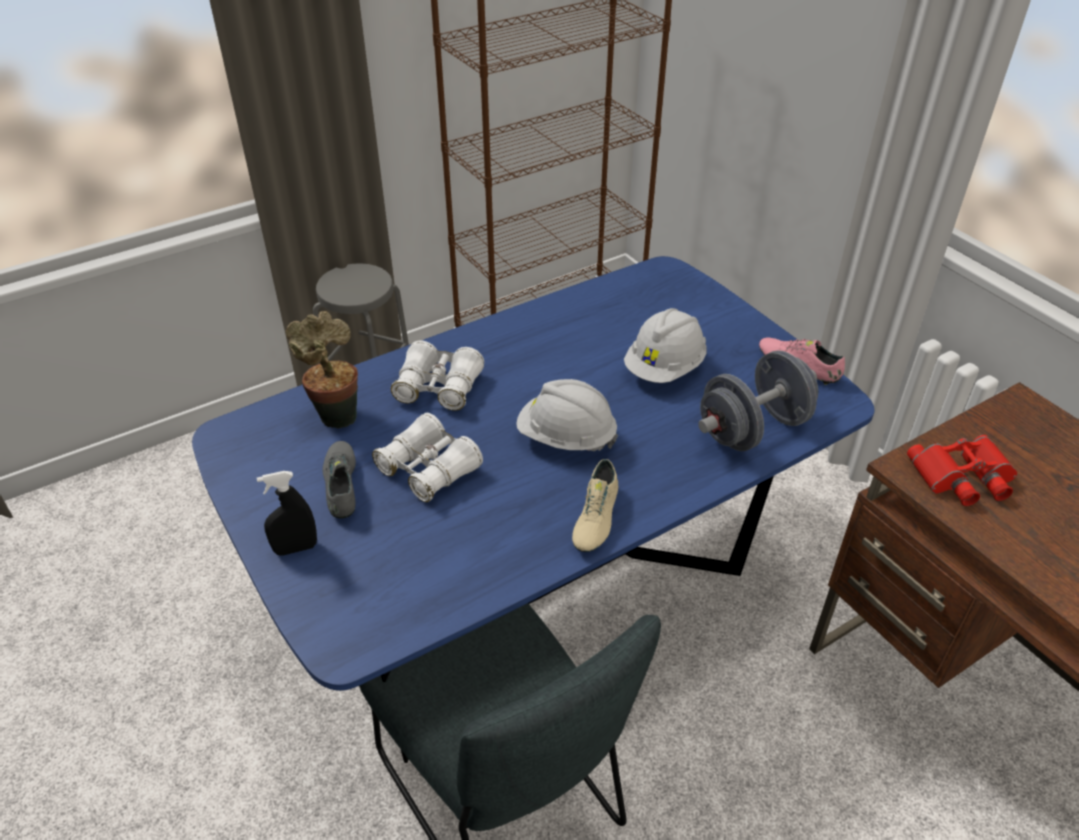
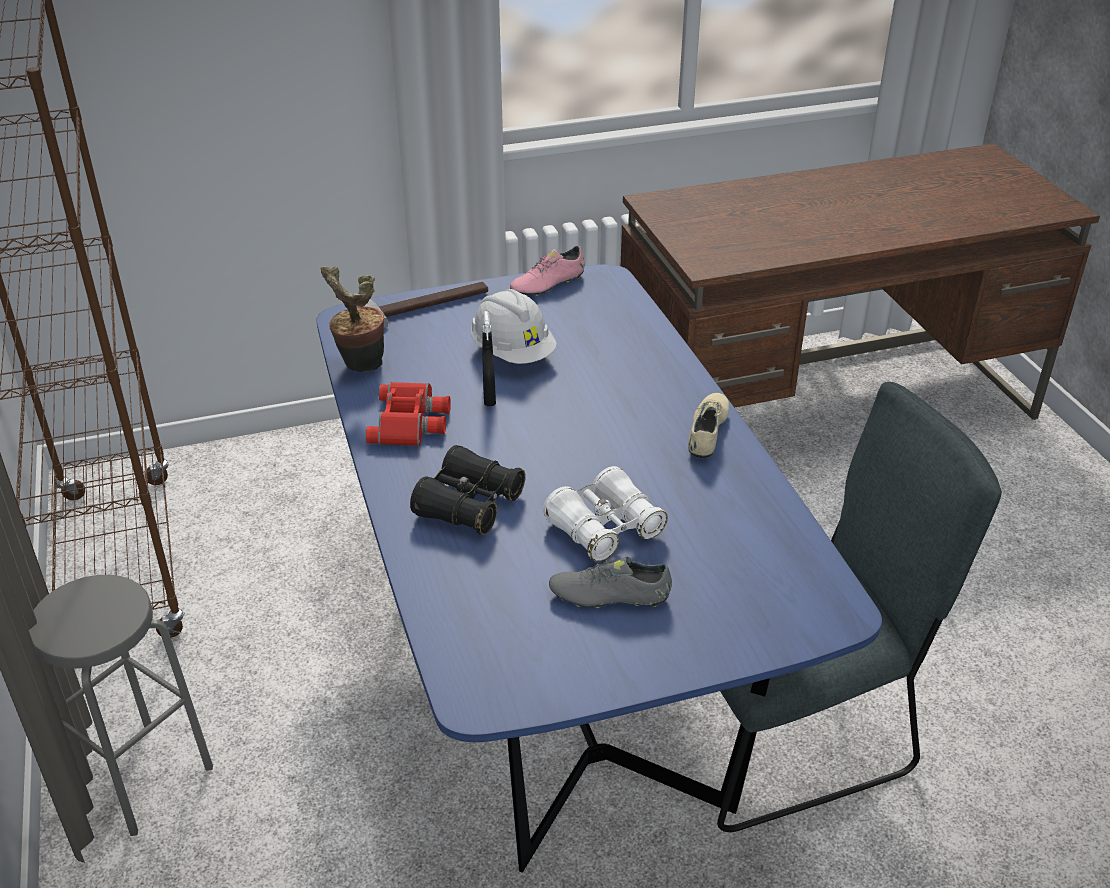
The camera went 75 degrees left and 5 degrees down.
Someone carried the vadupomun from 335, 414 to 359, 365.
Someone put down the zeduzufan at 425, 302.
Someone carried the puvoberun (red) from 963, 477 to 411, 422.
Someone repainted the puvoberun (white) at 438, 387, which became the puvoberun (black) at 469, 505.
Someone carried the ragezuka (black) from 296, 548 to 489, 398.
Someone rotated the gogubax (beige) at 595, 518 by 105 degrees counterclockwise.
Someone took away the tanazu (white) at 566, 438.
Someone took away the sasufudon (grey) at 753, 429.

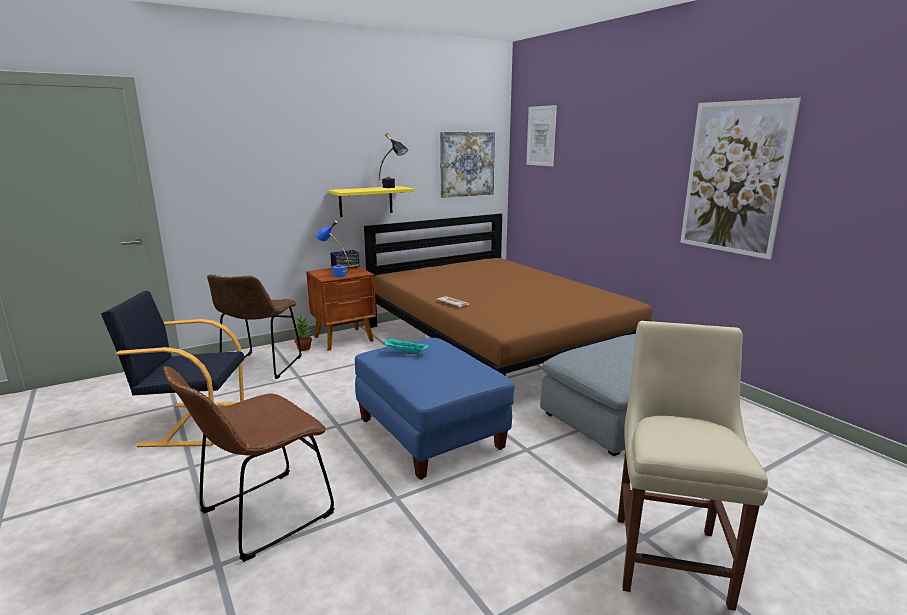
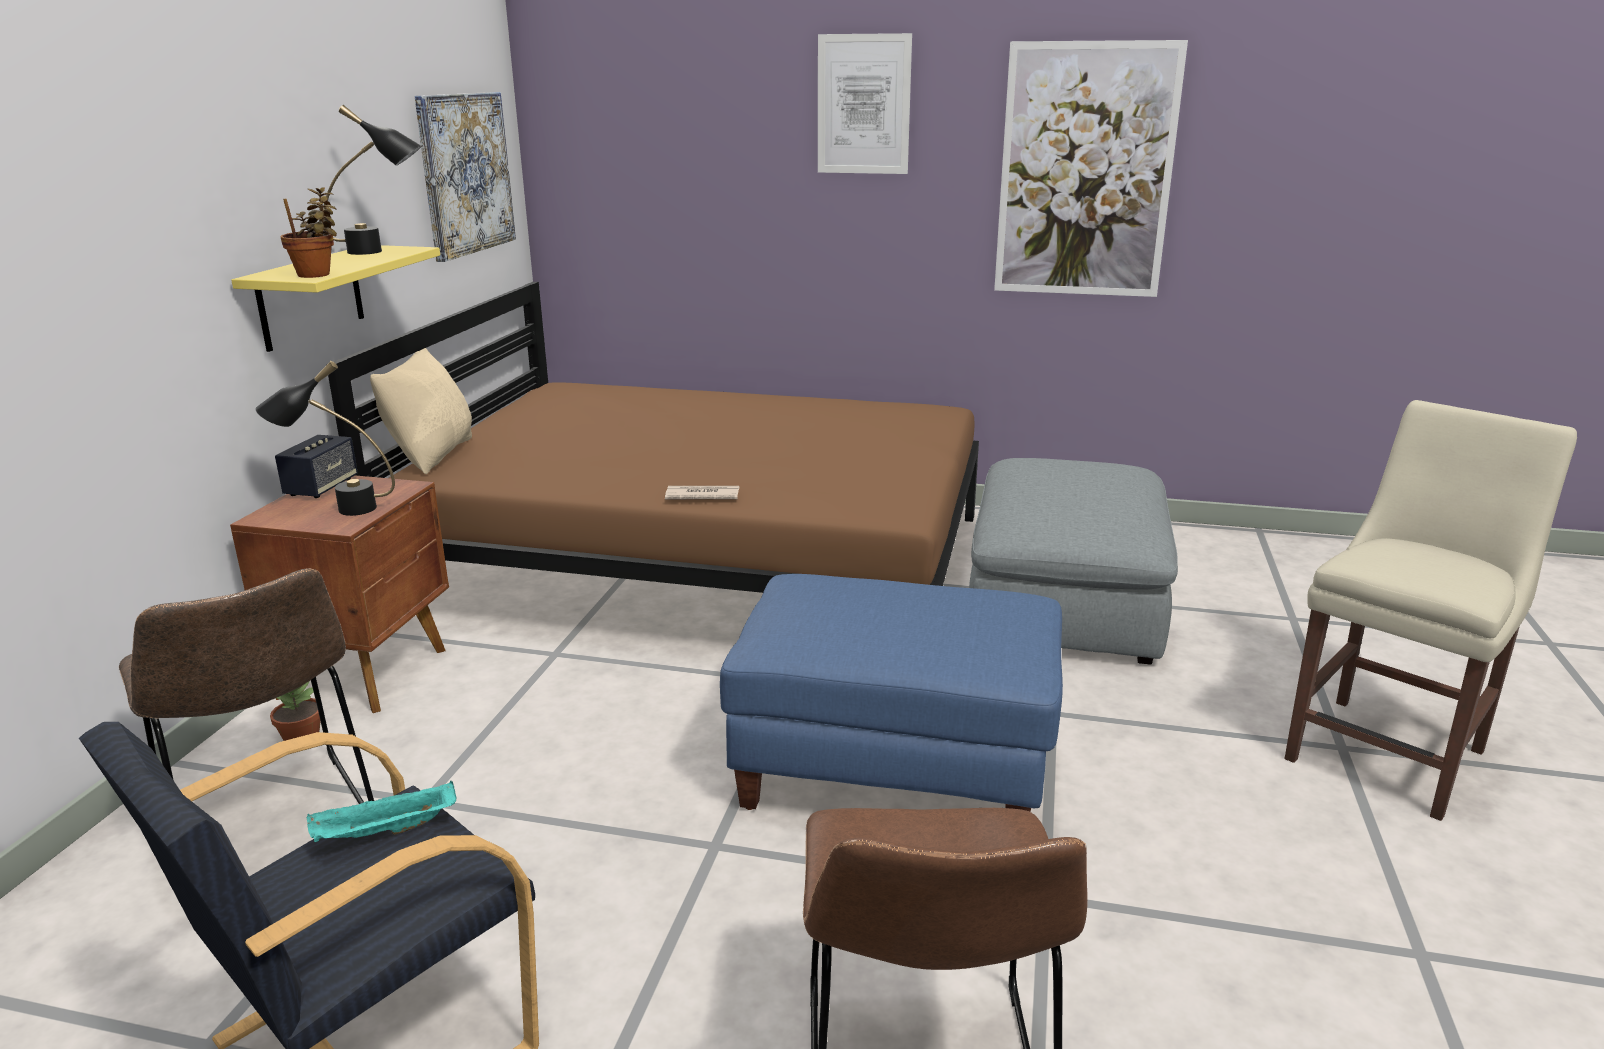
The camera went 45 degrees left and 5 degrees up.
Someone repainted the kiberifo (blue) at 335, 274, which became the kiberifo (black) at 338, 510.
Someone put down the vadupomun at 317, 275.
Someone carried the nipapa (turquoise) from 405, 352 to 385, 832.
Someone put down the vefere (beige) at 432, 455.
Someone carried the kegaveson from 541, 136 to 863, 105.
Someone rotated the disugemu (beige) at 670, 554 by 75 degrees clockwise.

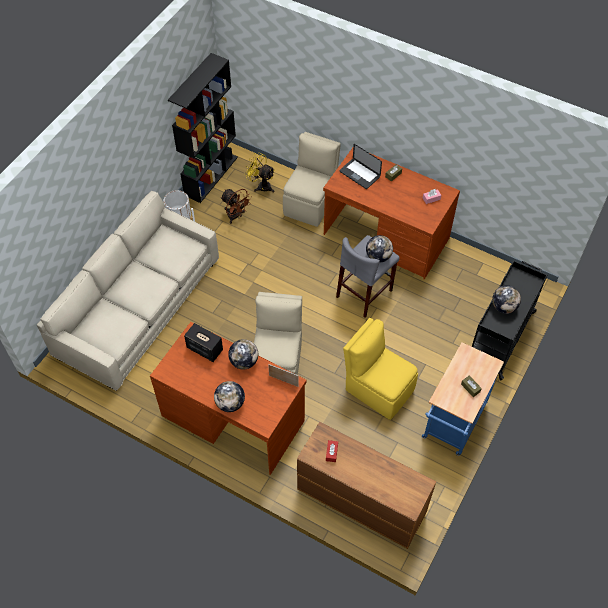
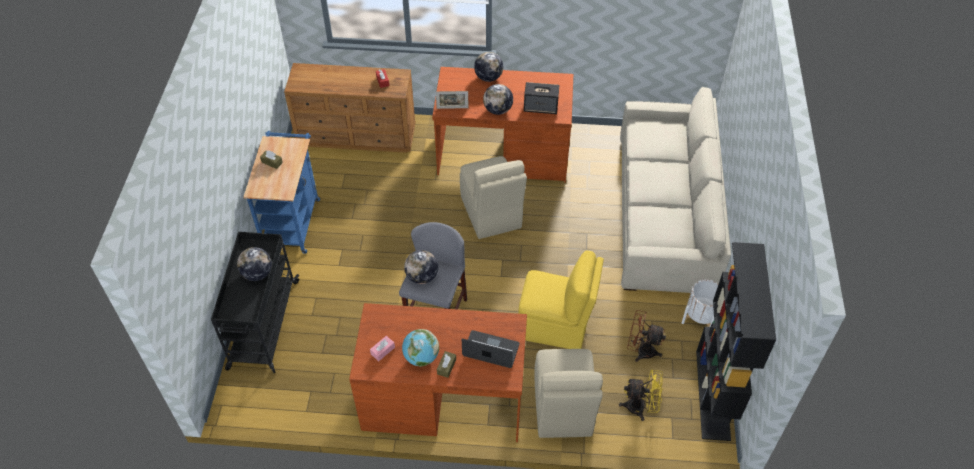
The camera went 155 degrees right and 5 degrees down.
Someone put down the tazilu at 421, 357.
Someone carried the disugemu (yellow) from 378, 389 to 555, 325.

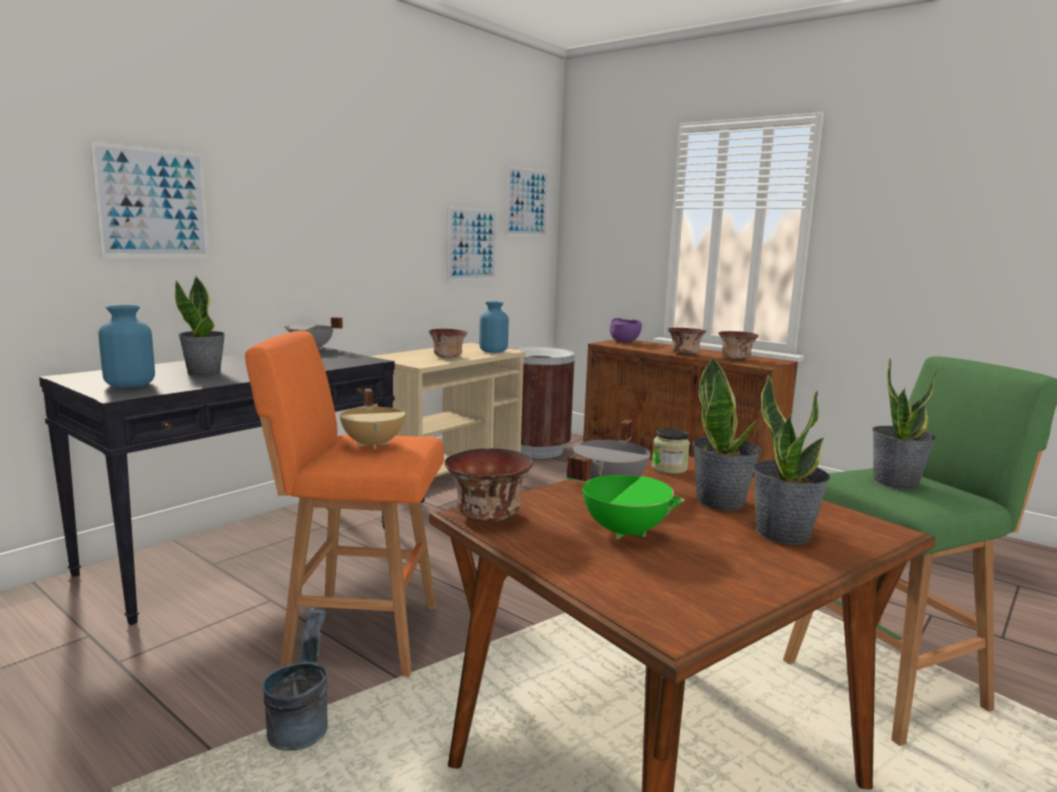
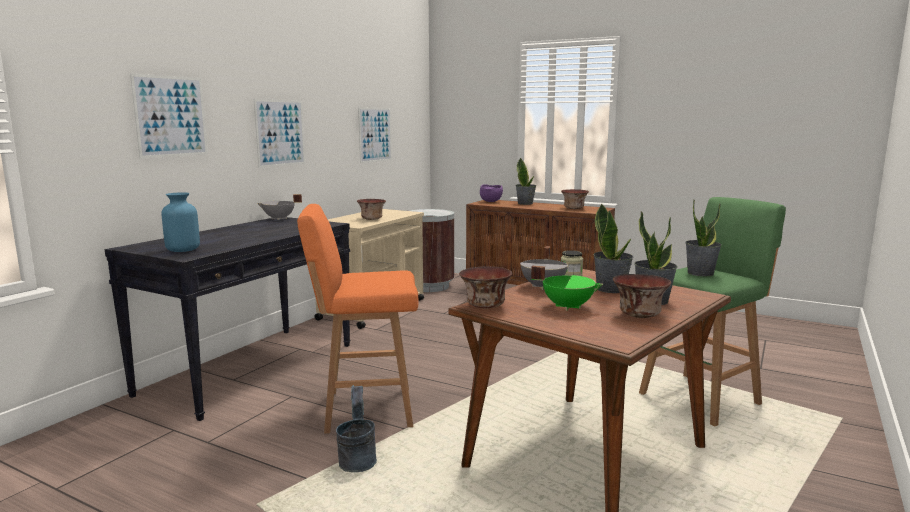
The camera went 10 degrees left and 0 degrees up.
Someone carried the kegaveson from 527, 202 to 280, 133.
Someone carried the vadupomun from 204, 372 to 525, 203.
Someone carried the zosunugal from 684, 354 to 639, 315.
Someone took away the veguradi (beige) at 374, 444.
Someone took away the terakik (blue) at 493, 351.

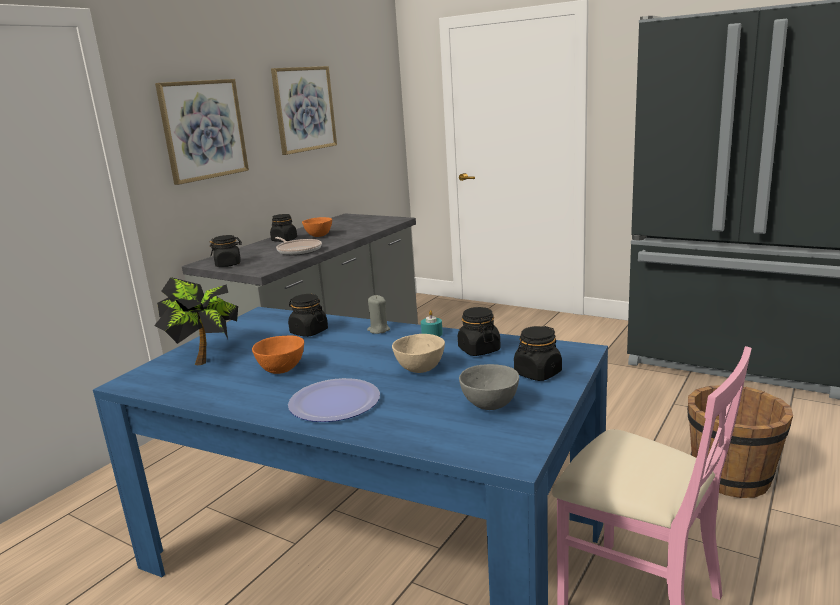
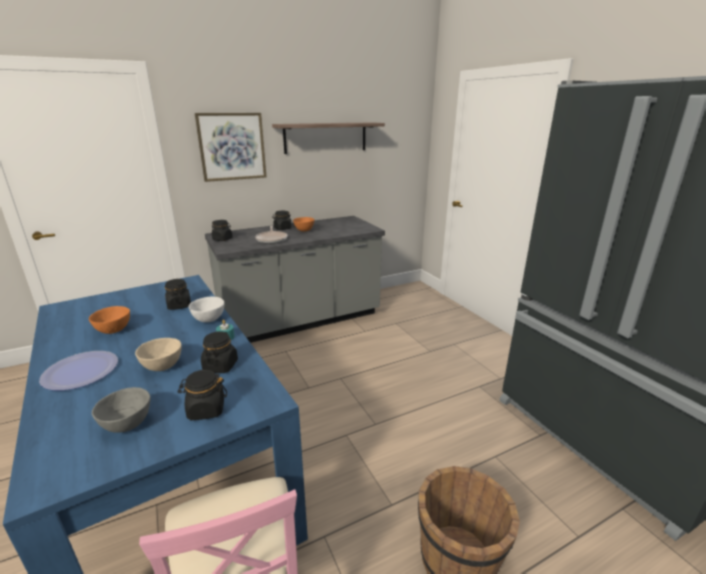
The camera went 30 degrees right and 5 degrees up.
Someone swapped the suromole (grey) at 378, 330 for the zosunugal (white) at 209, 320.
Someone swapped the kegaveson at 304, 109 for the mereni at 325, 137.
Someone took away the vadupomun at 205, 358.

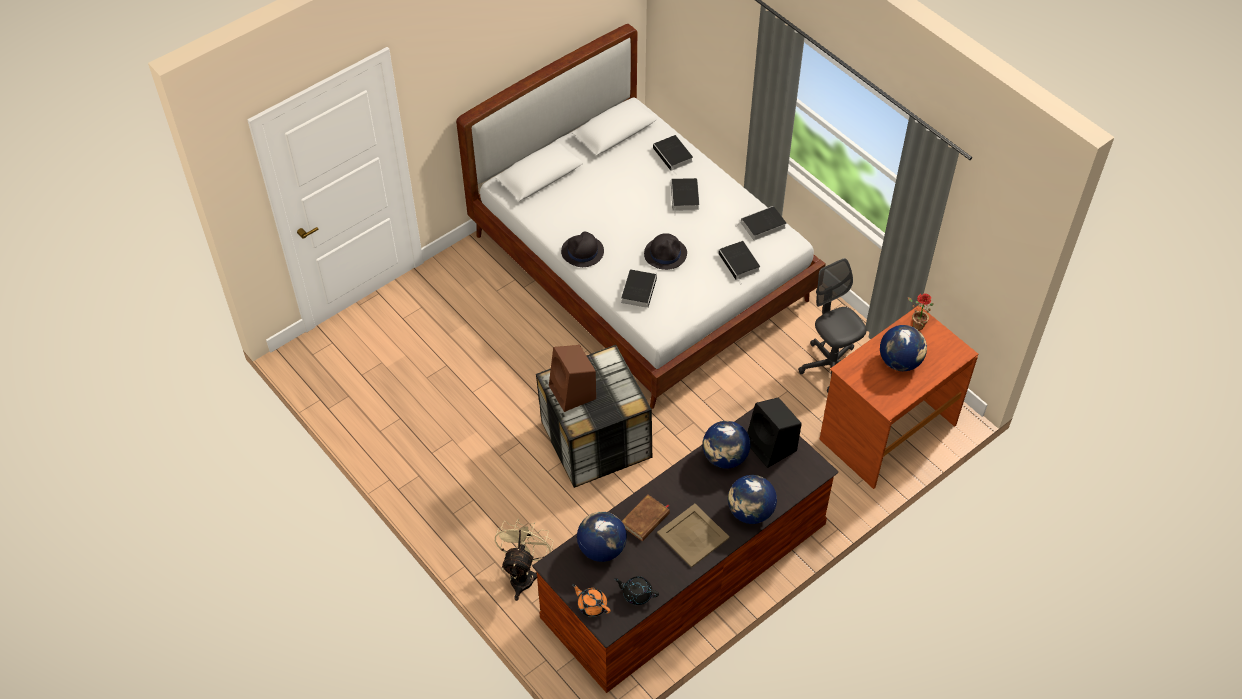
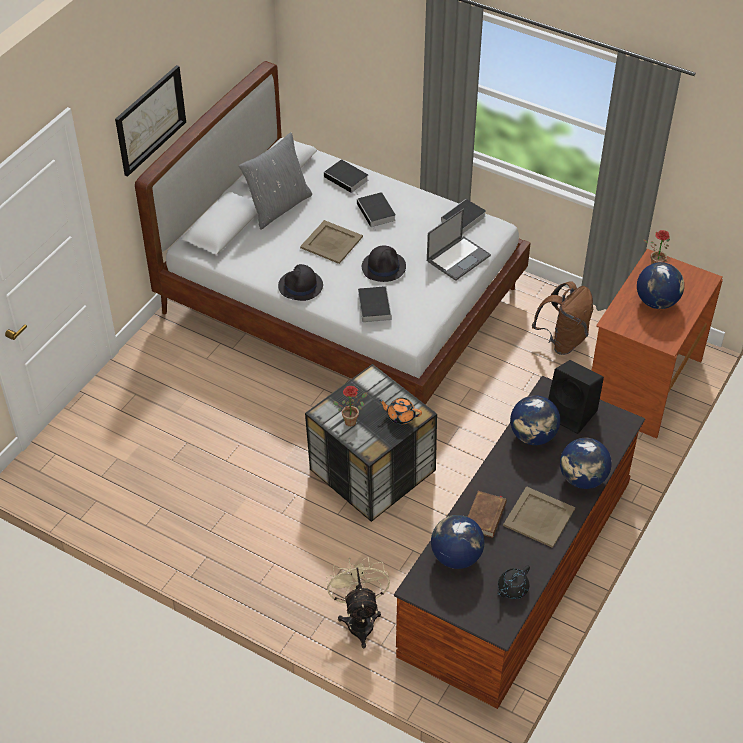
The camera went 20 degrees left and 5 degrees down.
Someone put up the kegaveson at 150, 120.
Someone put down the vefere (grey) at 278, 206.
Someone put down the nipapa (beige) at 332, 242.
Someone swapped the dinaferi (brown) at 573, 393 for the vadupomun at 352, 420.
Someone carried the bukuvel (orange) from 592, 605 to 400, 416.
Someone swapped the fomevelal at 740, 263 for the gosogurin at 458, 258.
Someone rotated the bukuvel (black) at 636, 594 by 45 degrees counterclockwise.
Someone swapped the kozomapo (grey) at 830, 366 for the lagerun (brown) at 563, 341.

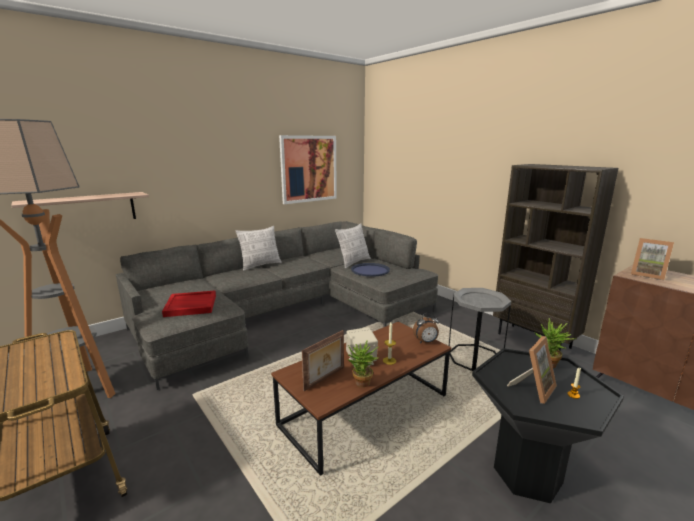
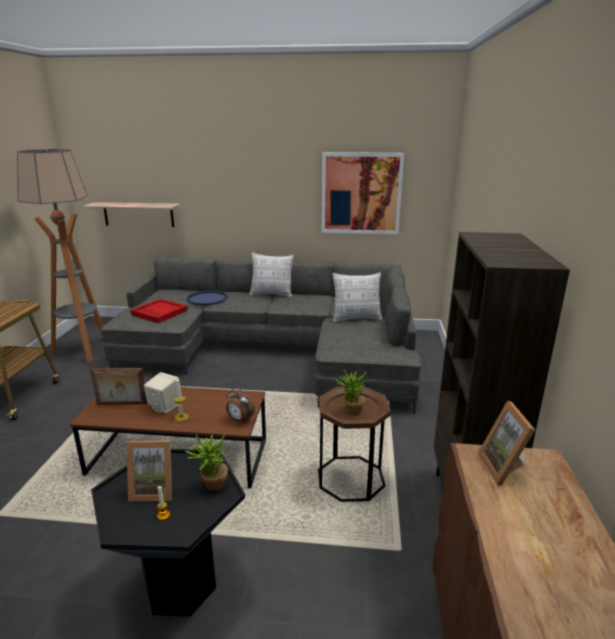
The camera went 45 degrees right and 5 degrees up.
Someone carried the nipapa (blue) from 370, 270 to 207, 298.
Someone repainted the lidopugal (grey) at 474, 358, which became the lidopugal (brown) at 350, 479.
Someone carried the vadupomun from 361, 384 to 351, 411.

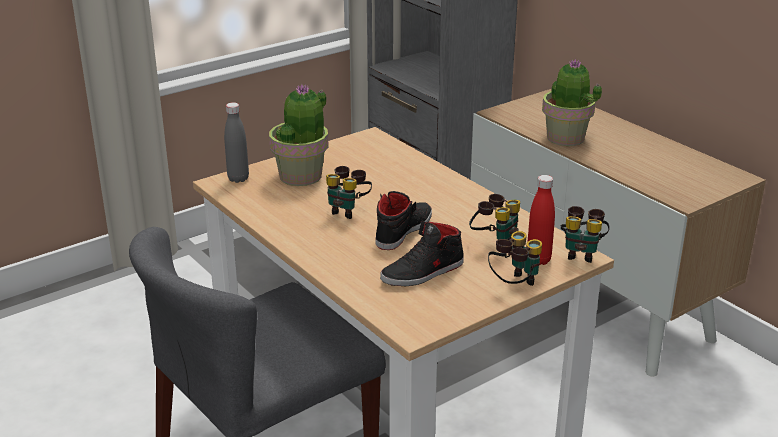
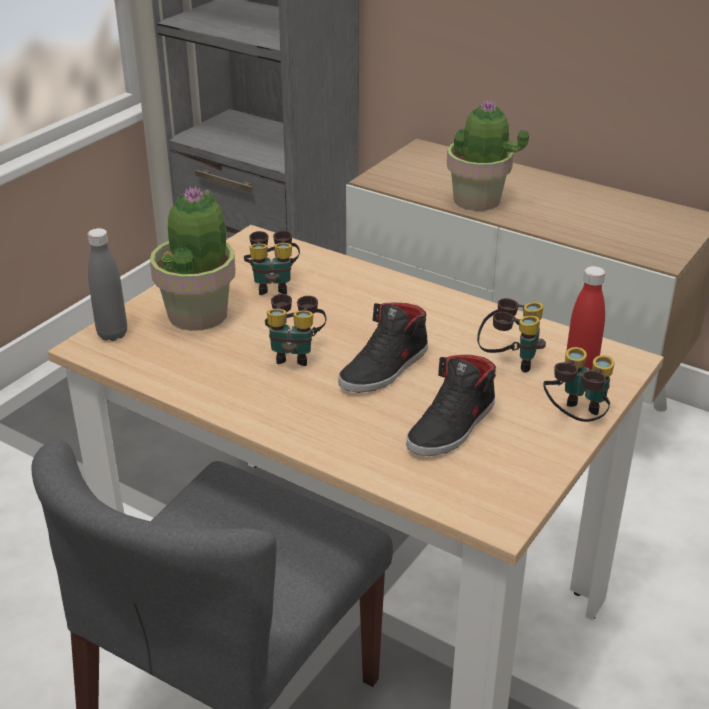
The camera went 20 degrees left and 5 degrees up.
Someone carried the puvoberun from 581, 253 to 273, 285.
Someone rotated the gogubax (black) at 403, 230 by 150 degrees counterclockwise.

